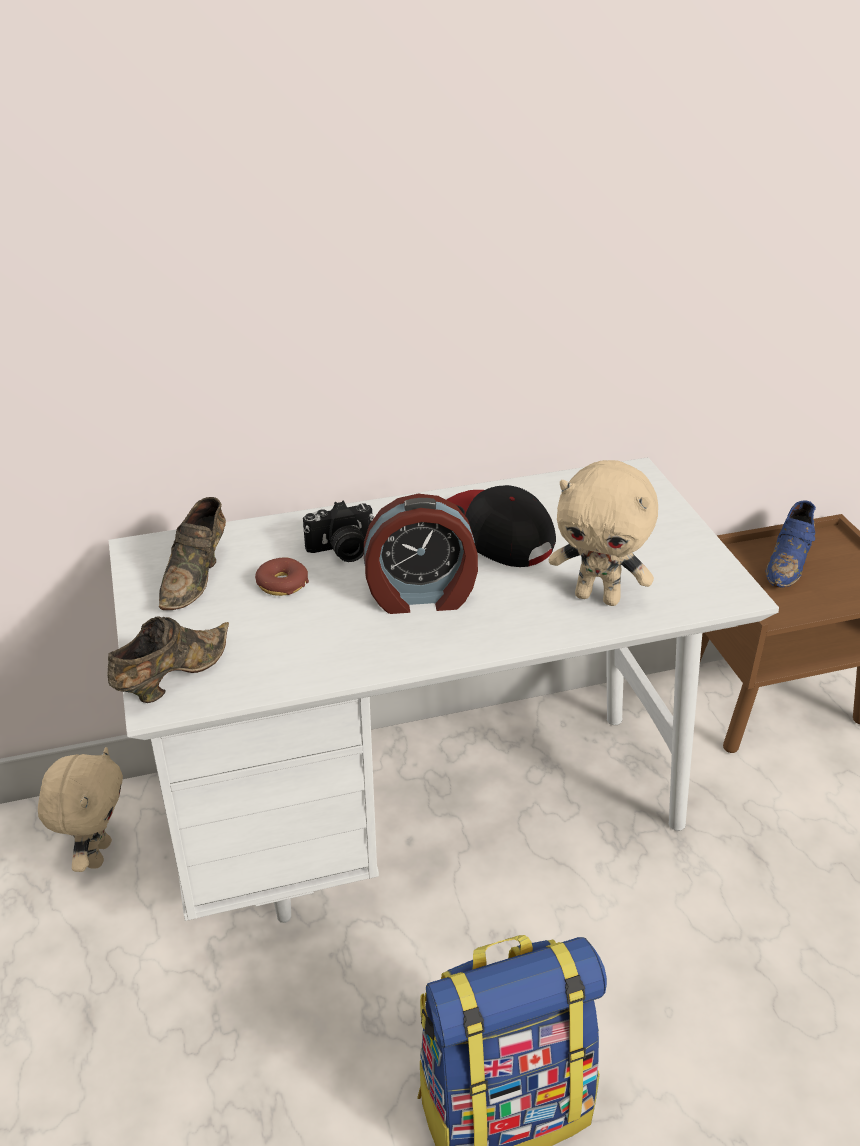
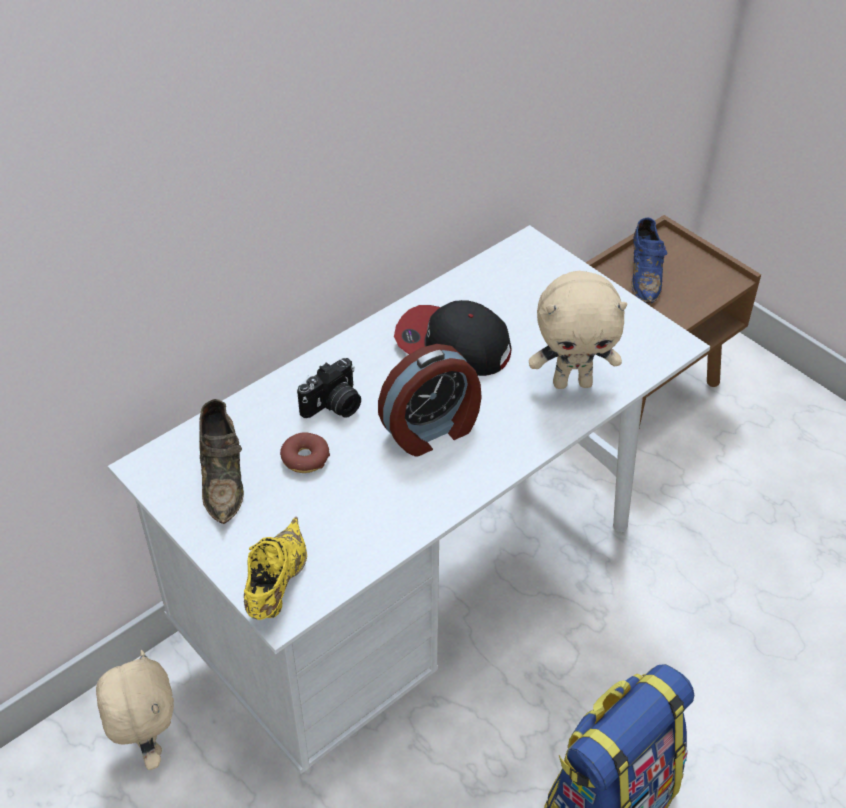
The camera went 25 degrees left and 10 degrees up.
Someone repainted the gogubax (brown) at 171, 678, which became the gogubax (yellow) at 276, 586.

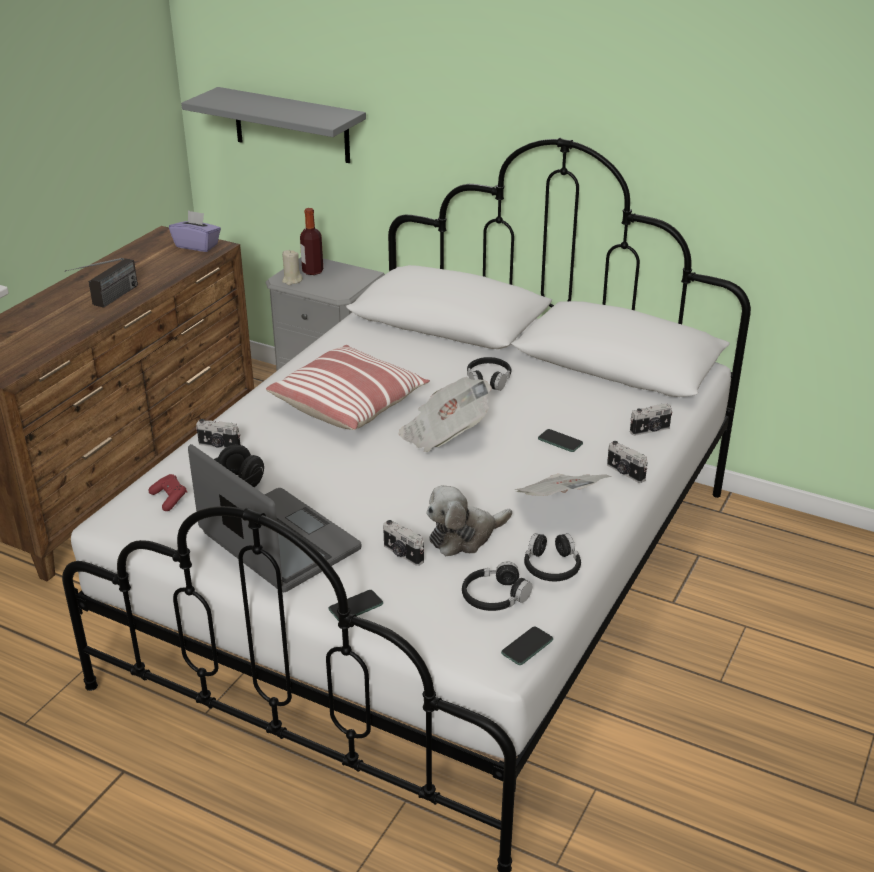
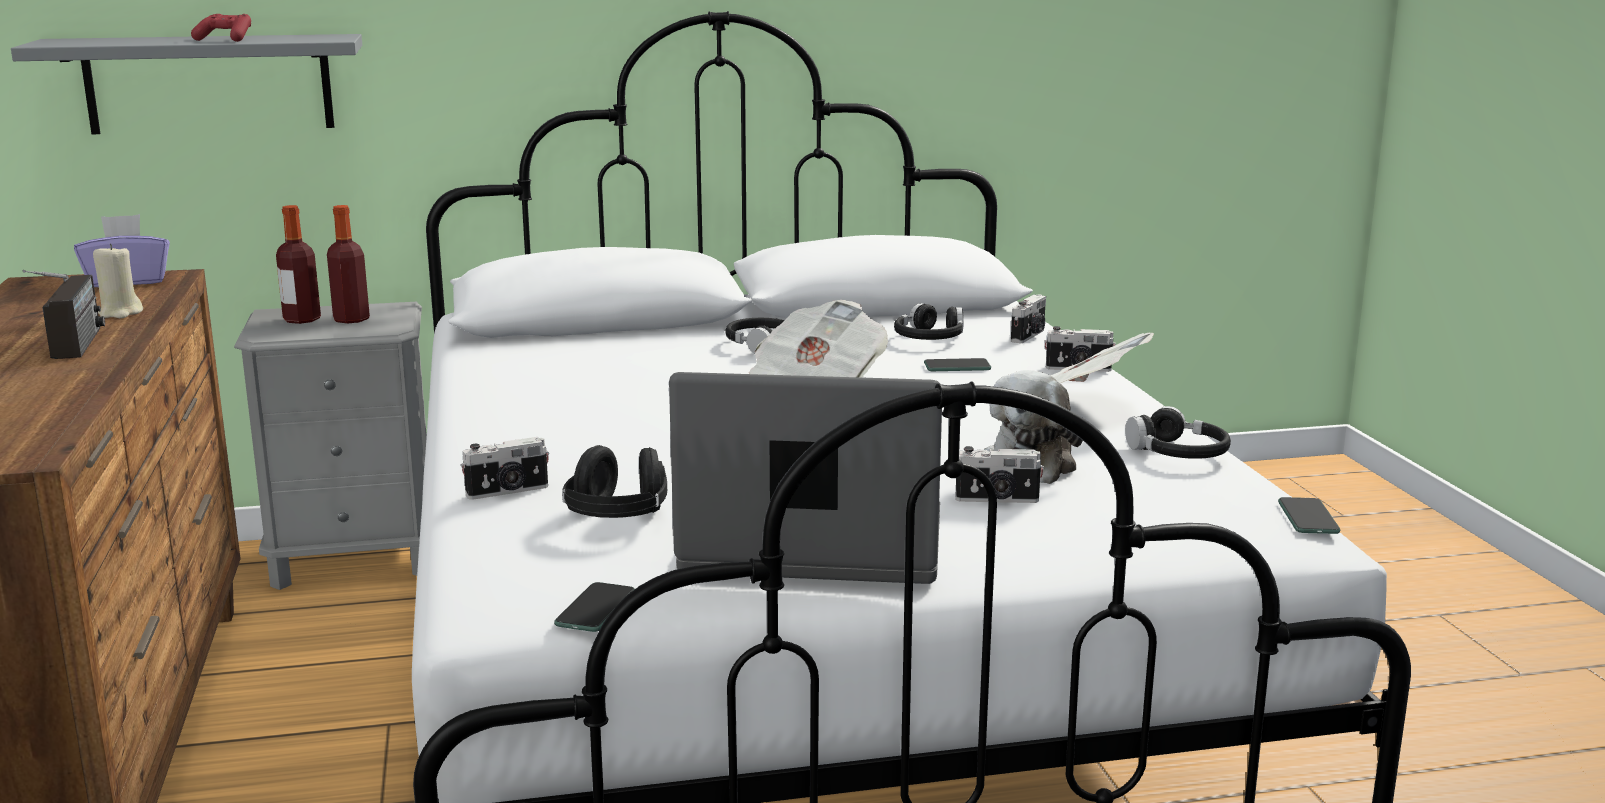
The camera went 40 degrees left and 15 degrees down.
Someone carried the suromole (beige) from 292, 280 to 120, 313.
Someone carried the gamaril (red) from 169, 498 to 226, 40.
Someone put down the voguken at 351, 319.
Someone carried the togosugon from 356, 607 to 595, 609.
Someone carried the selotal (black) from 494, 596 to 930, 338.
Someone took away the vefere at 349, 404.

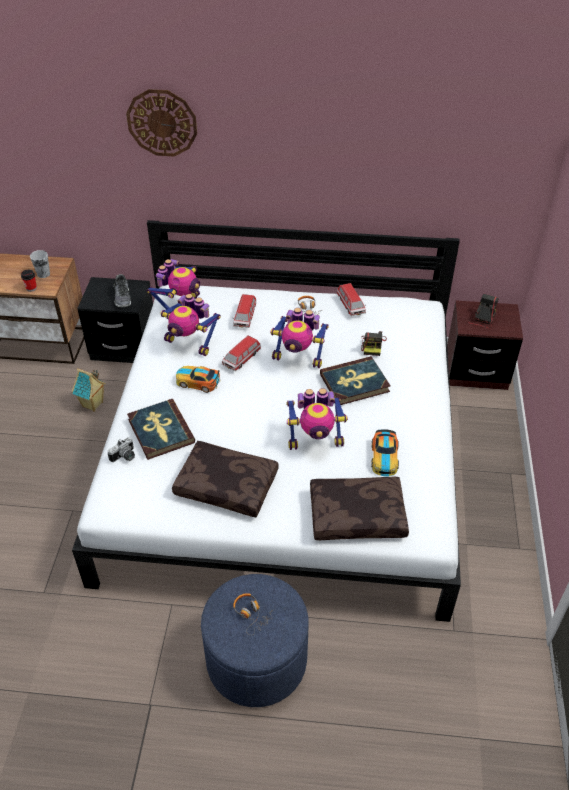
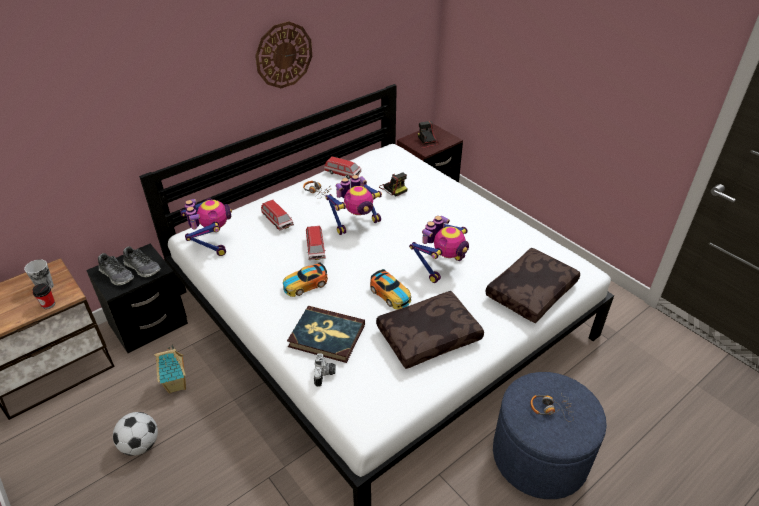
The camera went 45 degrees left and 5 degrees down.
Someone put down the gogubax at 117, 275.
Someone put down the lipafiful at 140, 445.
Someone carried the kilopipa from 162, 123 to 284, 55.
Someone carried the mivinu from 384, 457 to 391, 294.
Someone took away the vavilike at 190, 343.
Someone took away the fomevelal at 354, 383.

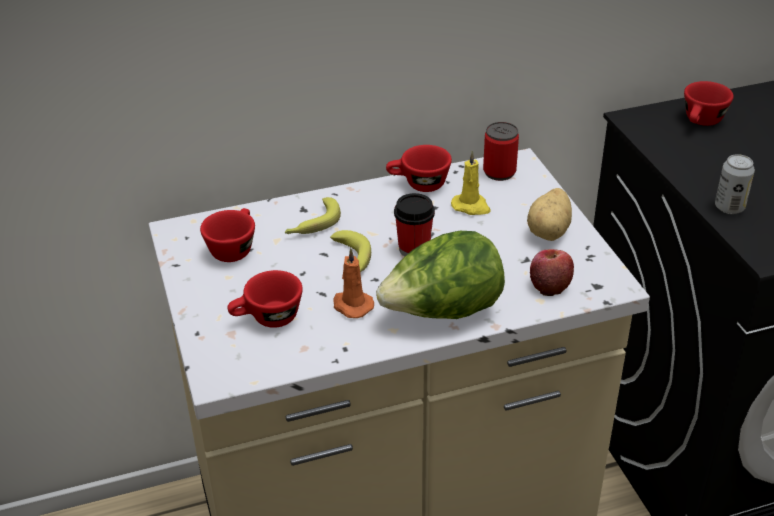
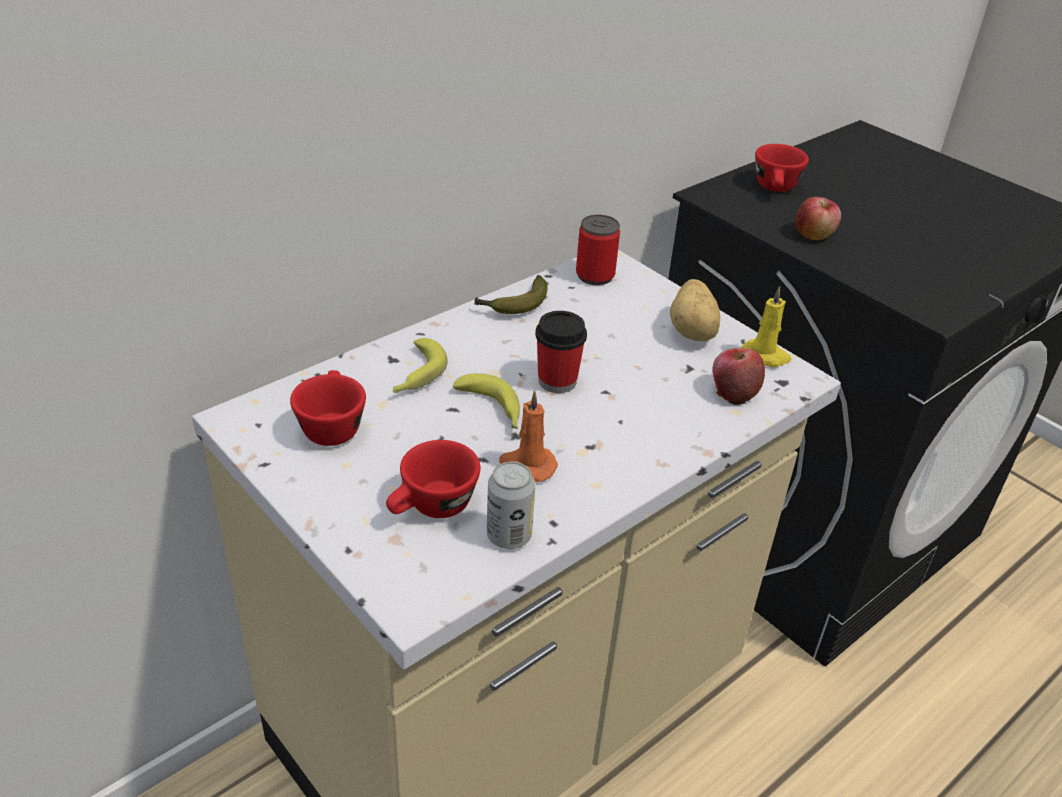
The camera went 25 degrees left and 0 degrees up.
Someone swapped the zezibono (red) at 418, 184 for the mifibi at 513, 305.
Someone carried the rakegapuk from 729, 207 to 509, 536.
Someone carried the suromole (yellow) from 471, 206 to 765, 357.
Someone put down the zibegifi at 813, 234.
Someone took away the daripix at 443, 312.

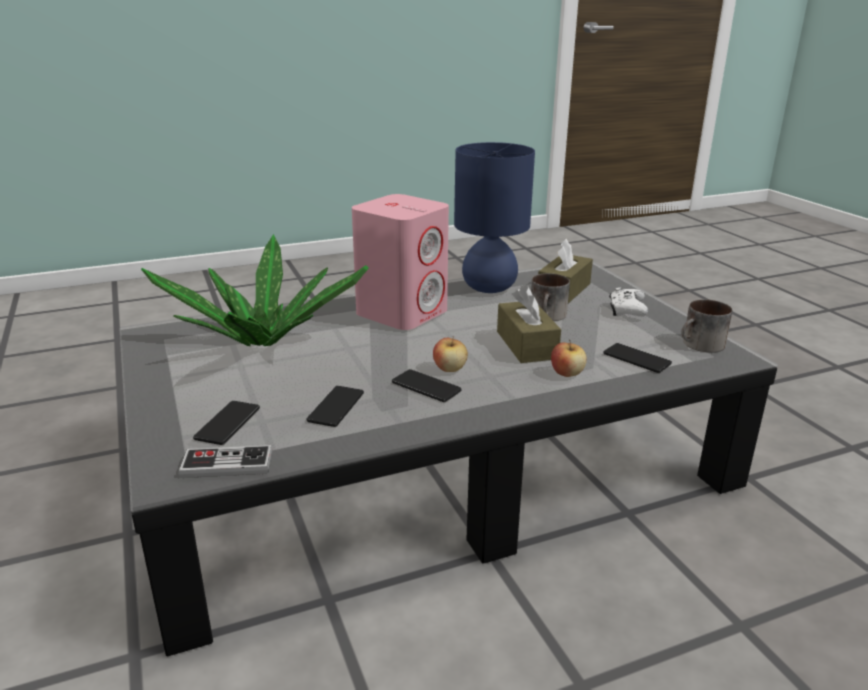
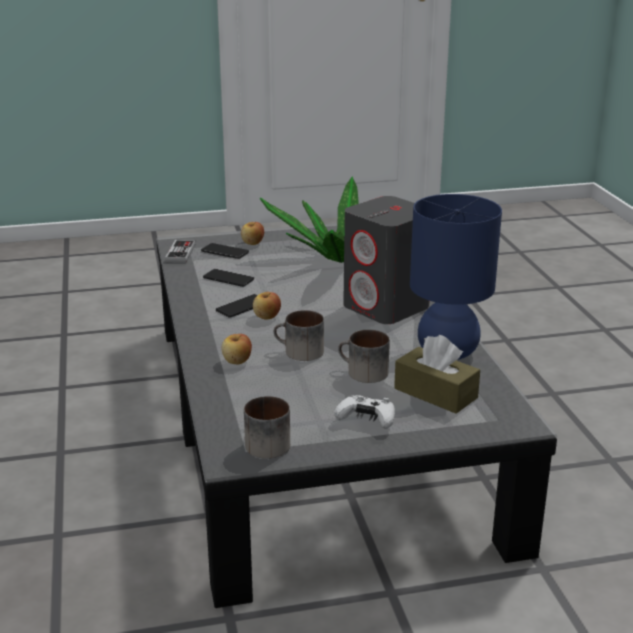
The camera went 100 degrees right and 0 degrees up.
Someone put down the zibegifi at 252, 243.
Someone swapped the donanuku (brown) at 526, 345 for the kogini at 299, 352.
Someone repainted the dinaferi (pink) at 402, 312, which became the dinaferi (grey) at 386, 307.
Someone took away the togosugon at 636, 359.

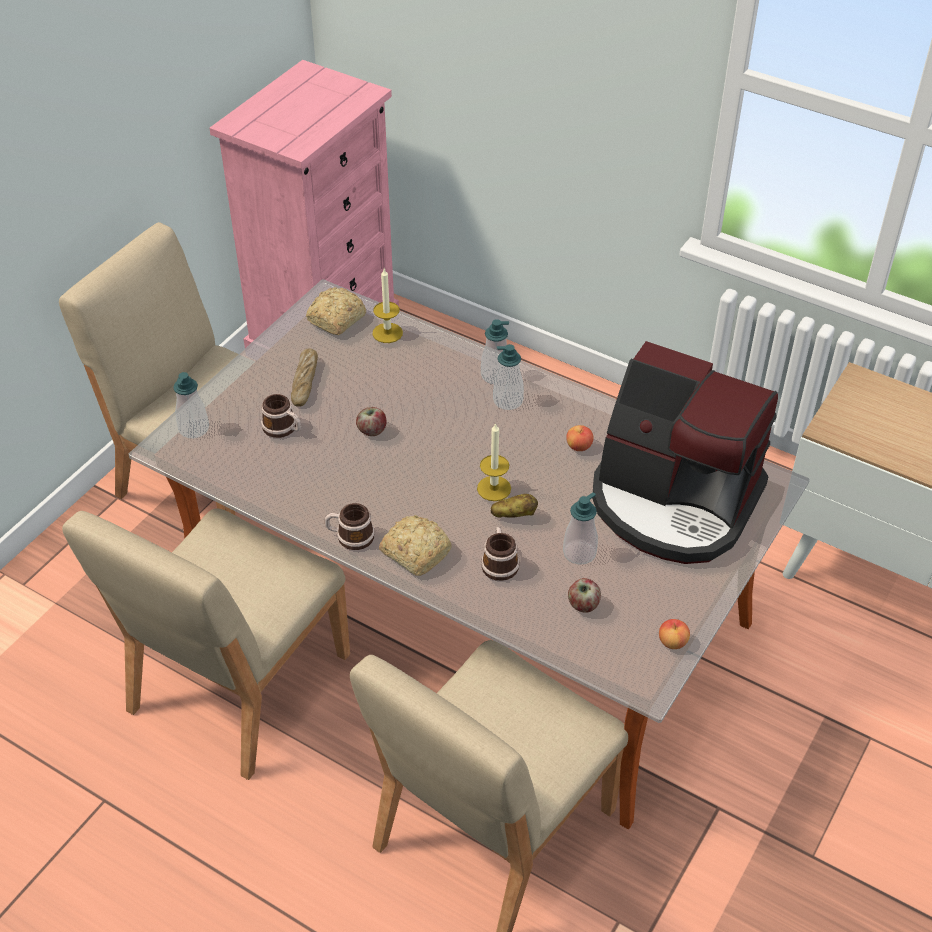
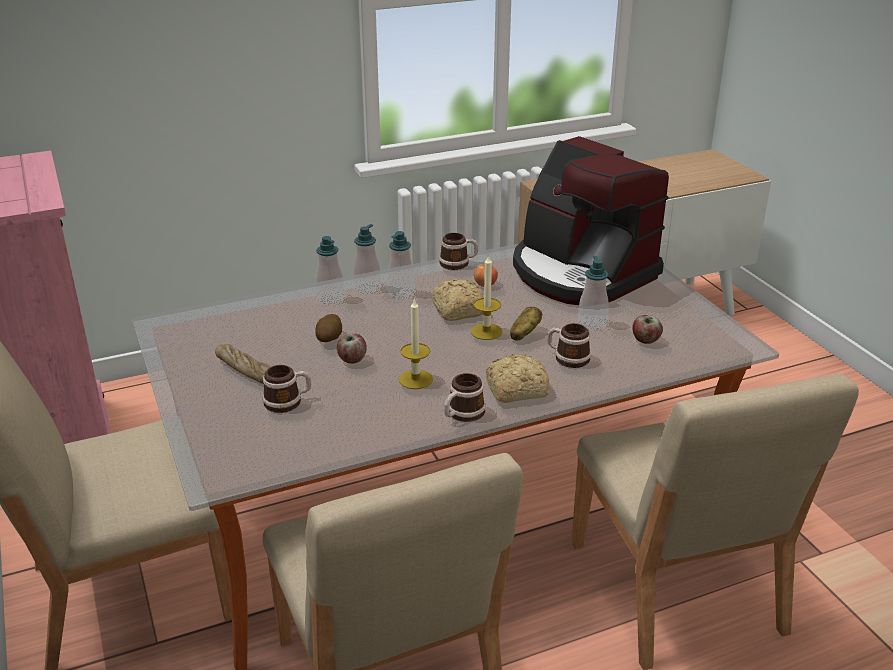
The camera went 55 degrees left and 15 degrees down.
Someone put down the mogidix at 329, 338.
Someone carried the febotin from 194, 429 to 330, 298.
Someone carried the suromole from 387, 333 to 415, 379.
Someone carried the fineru from 335, 320 to 458, 310.
Someone put down the kogini at 458, 263.
Someone rotated the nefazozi at 674, 502 by 75 degrees clockwise.
Someone took away the zibegifi at 672, 642.

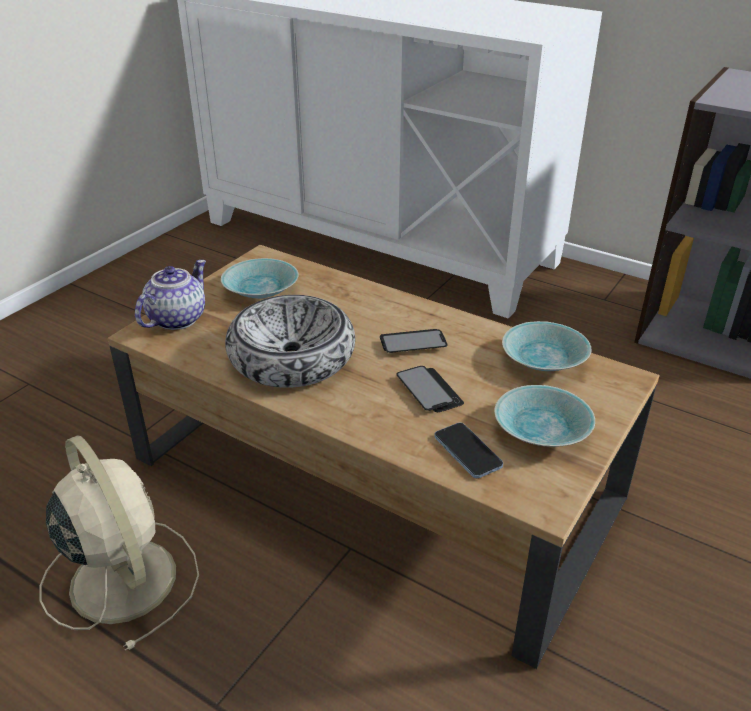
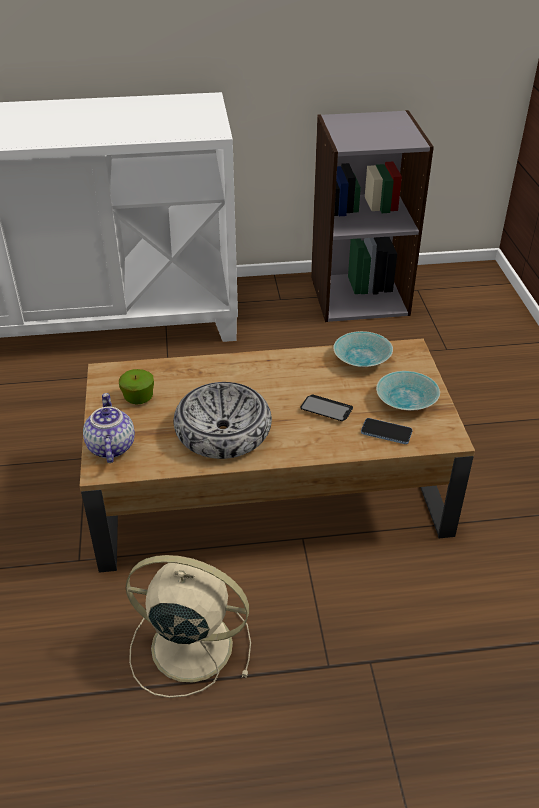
The camera went 40 degrees left and 5 degrees up.
Someone swapped the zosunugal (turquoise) at 258, 290 for the zibegifi at 138, 398.
Someone took away the togosugon at 412, 343.

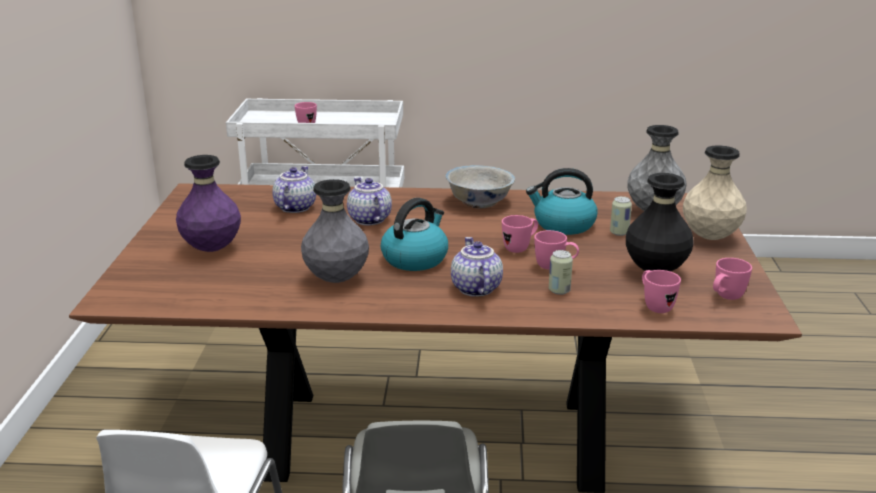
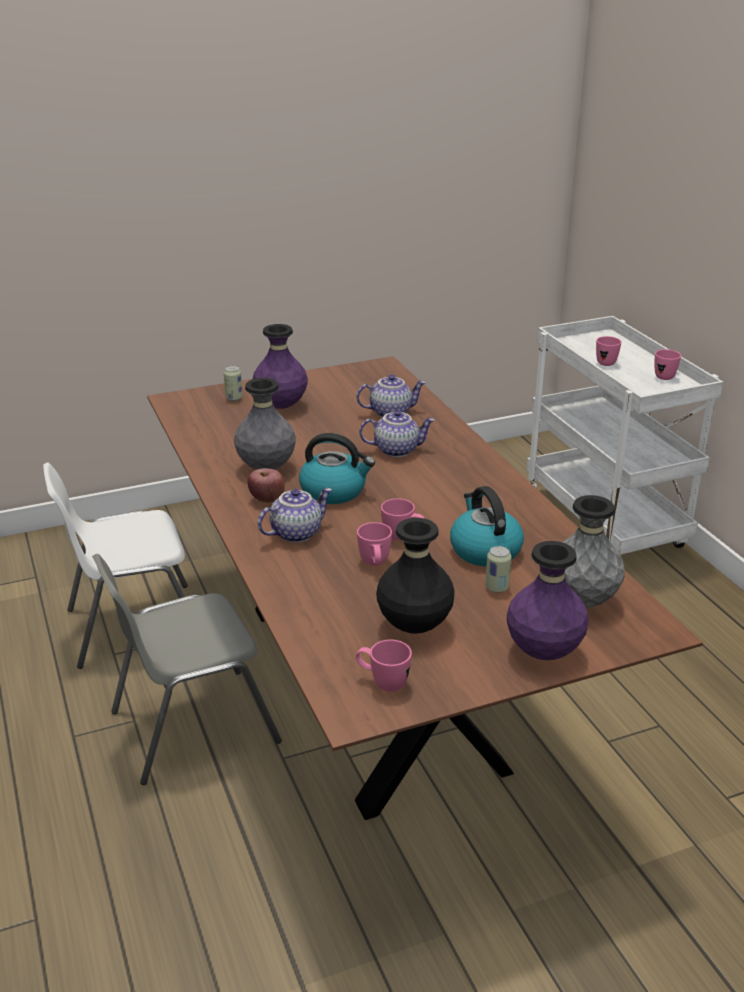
The camera went 65 degrees right and 5 degrees up.
Someone carried the rakegapuk from 559, 291 to 234, 398.
Someone put down the zibegifi at 267, 499.
Someone rotated the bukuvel at 368, 219 by 45 degrees clockwise.
Someone repainted the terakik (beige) at 710, 237, which became the terakik (purple) at 543, 652.
Someone carried the kogini (pink) from 655, 306 to 667, 376.
Someone took away the zosunugal (white) at 479, 202.

